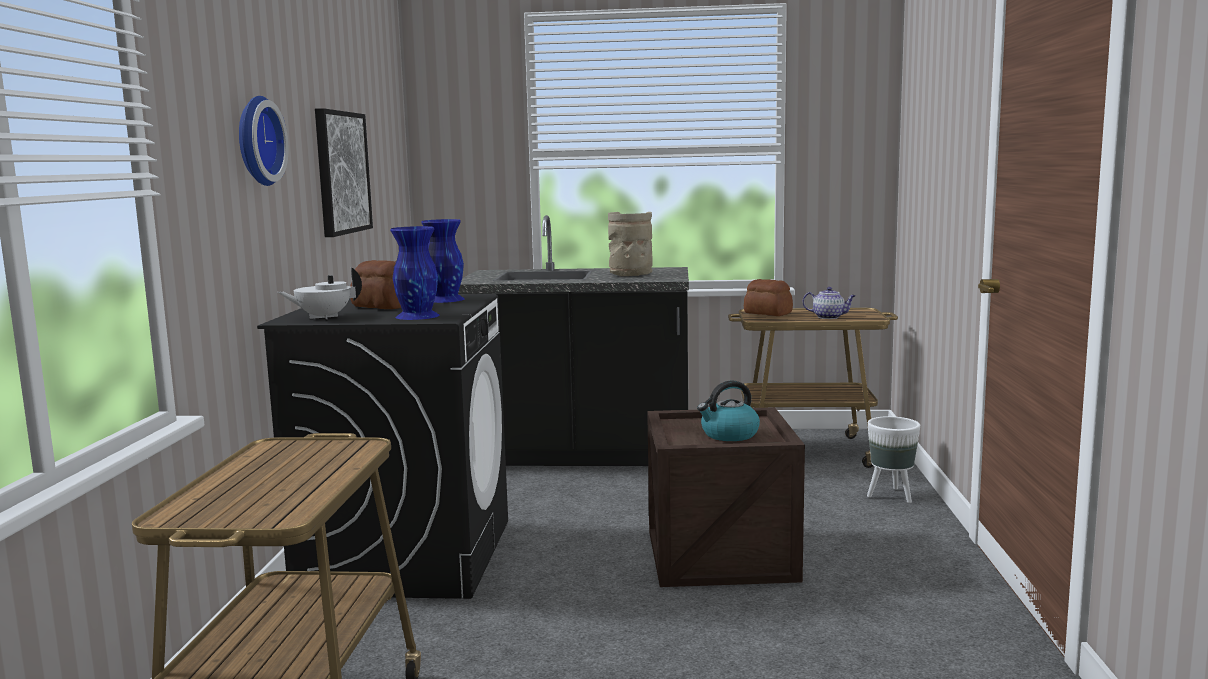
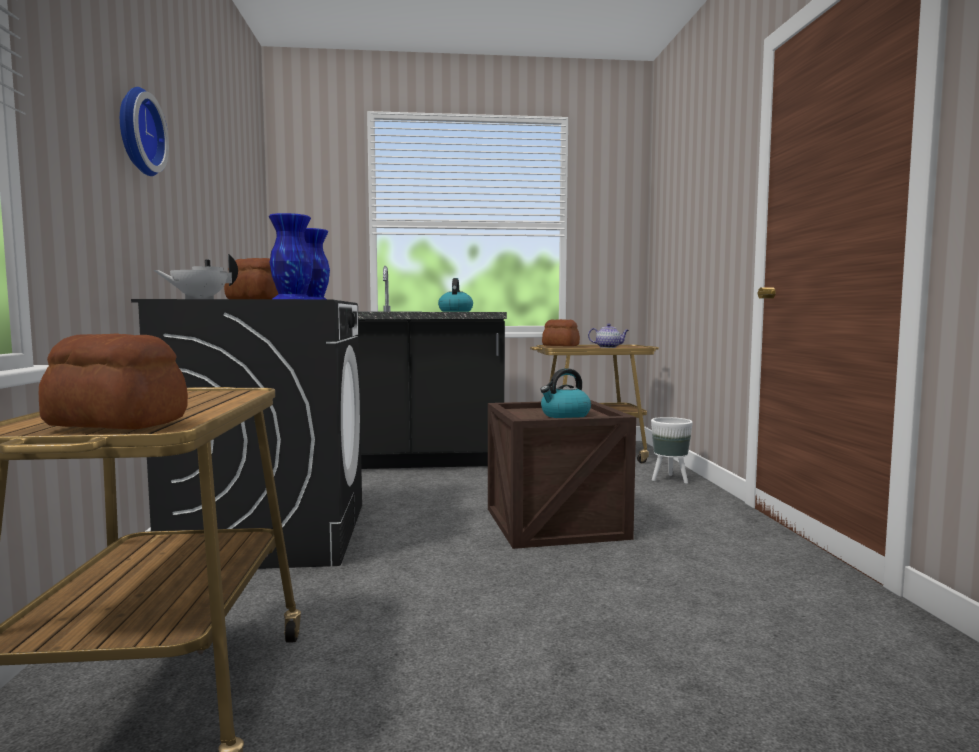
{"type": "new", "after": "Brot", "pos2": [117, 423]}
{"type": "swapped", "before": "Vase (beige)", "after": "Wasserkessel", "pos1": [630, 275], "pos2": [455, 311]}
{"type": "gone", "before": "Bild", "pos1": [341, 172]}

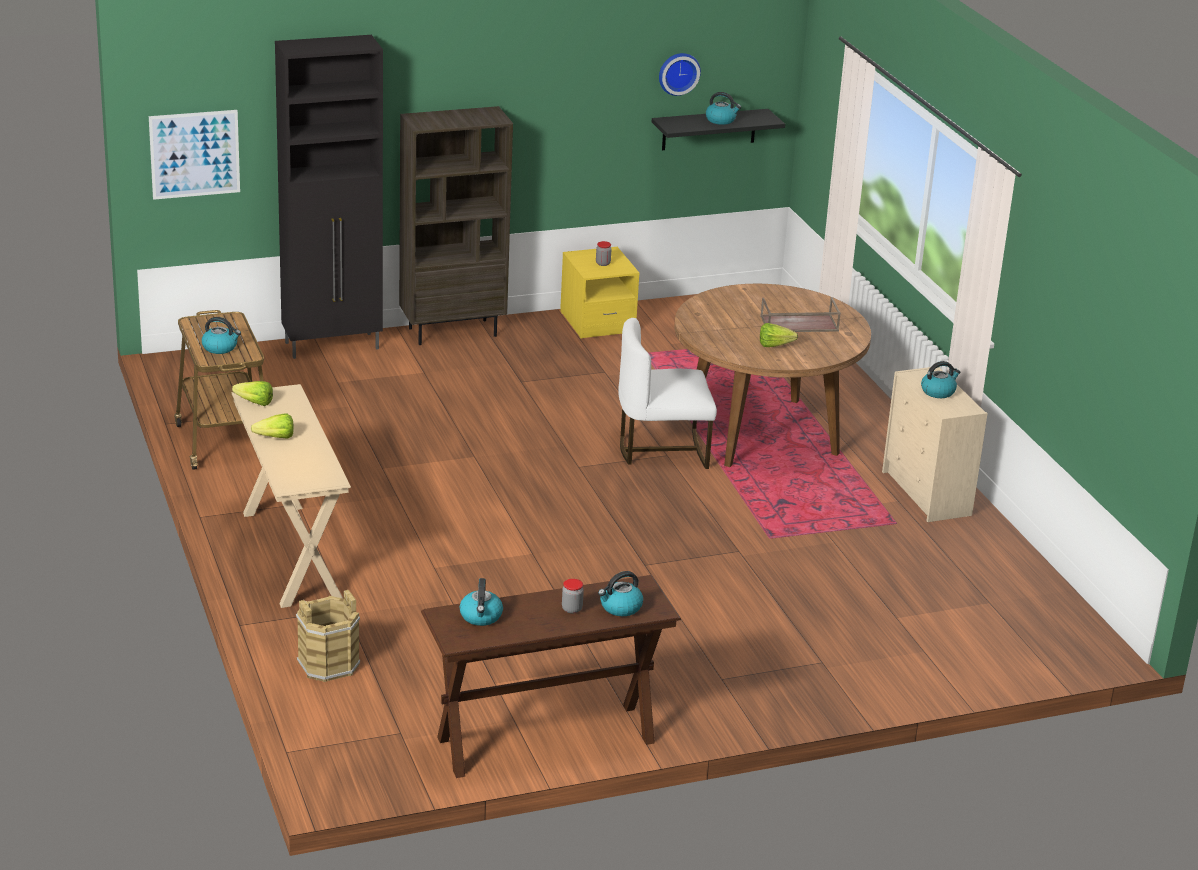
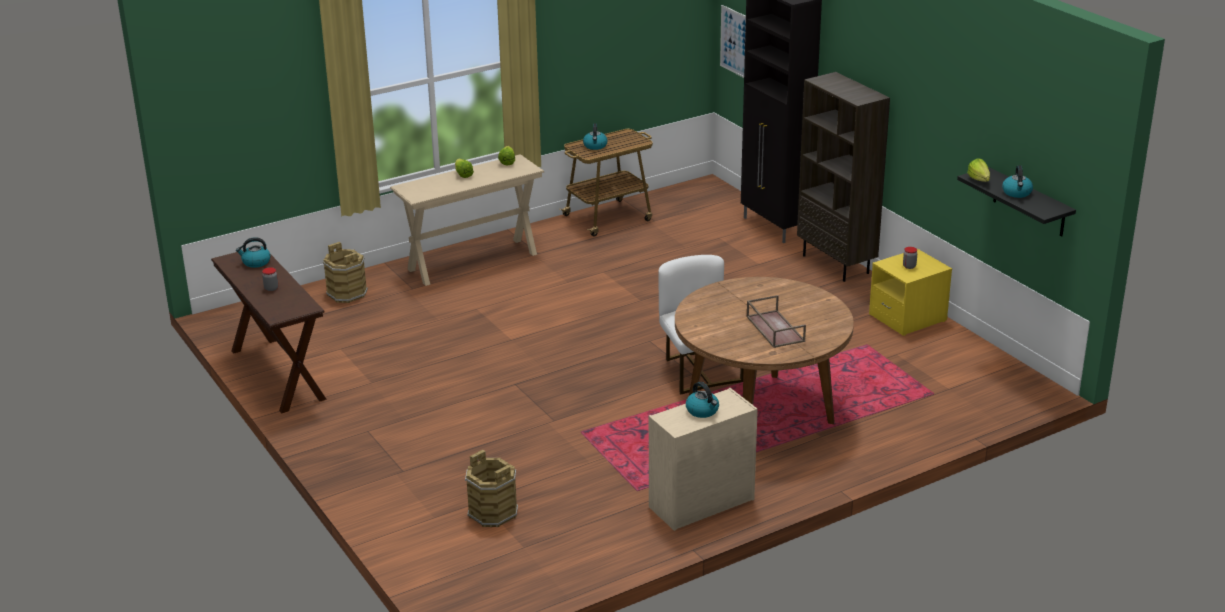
{"type": "new", "after": "Eimer (braun)", "pos2": [492, 513]}
{"type": "shifted", "before": "Salatkopf", "pos1": [778, 346], "pos2": [979, 181]}
{"type": "gone", "before": "Wasserkessel", "pos1": [620, 607]}
{"type": "gone", "before": "Wanduhr", "pos1": [678, 73]}

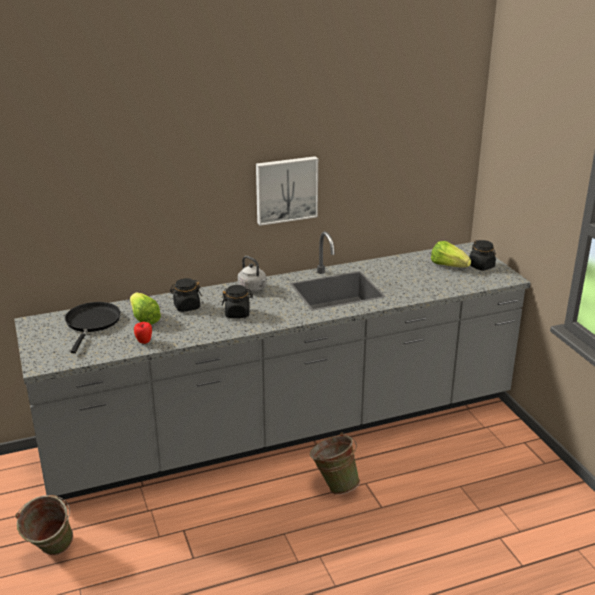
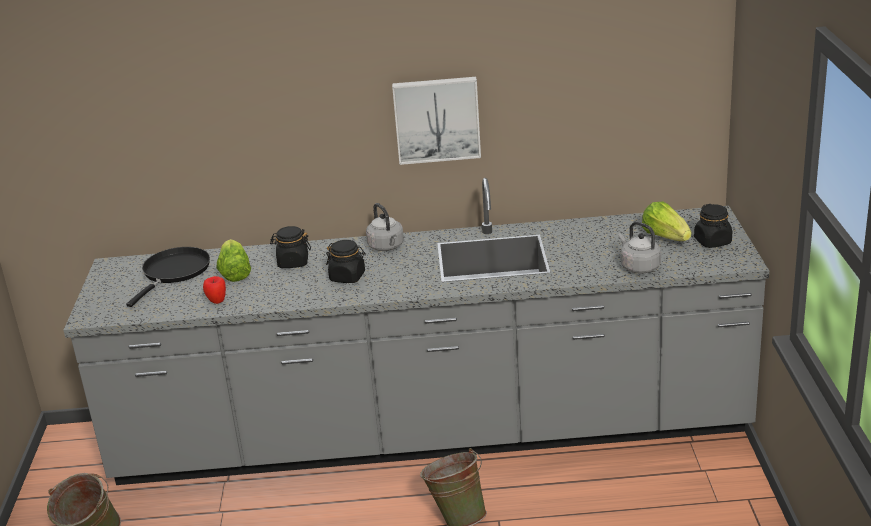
{"type": "new", "after": "Wasserkessel (grau)", "pos2": [638, 267]}

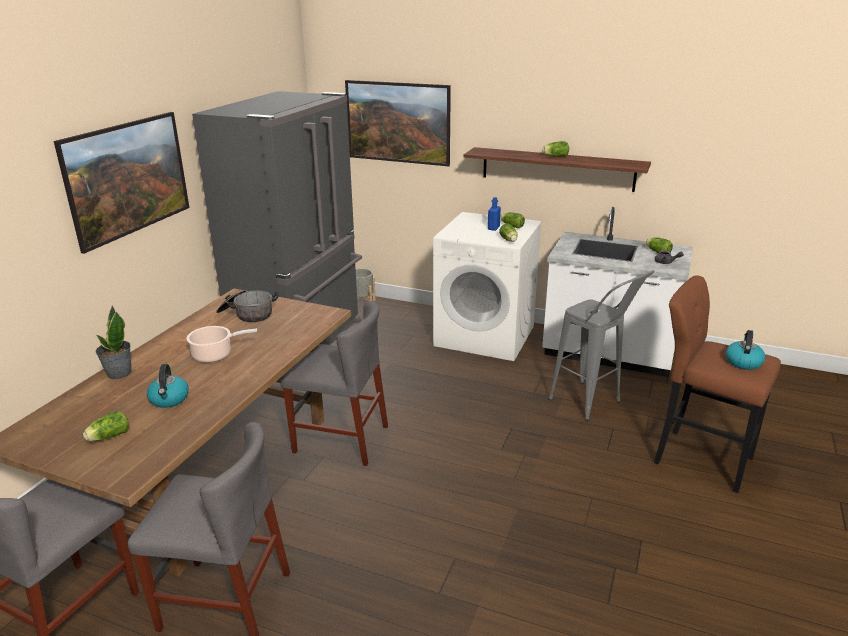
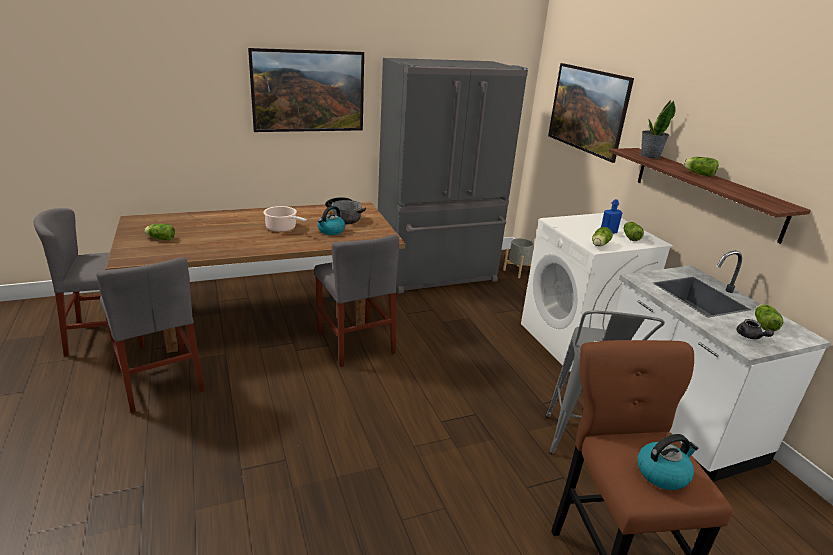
{"type": "shifted", "before": "Wasserkessel", "pos1": [169, 399], "pos2": [331, 231]}
{"type": "shifted", "before": "Topfpflanze", "pos1": [119, 373], "pos2": [649, 156]}

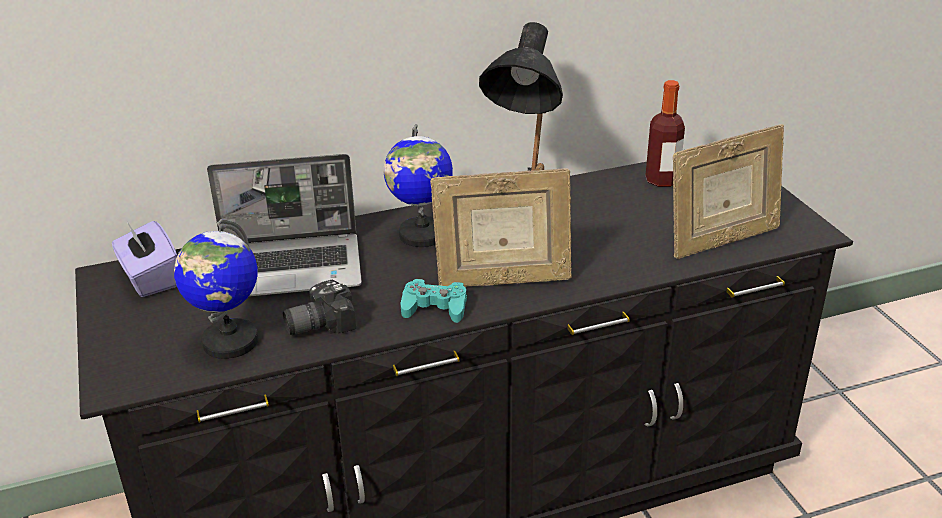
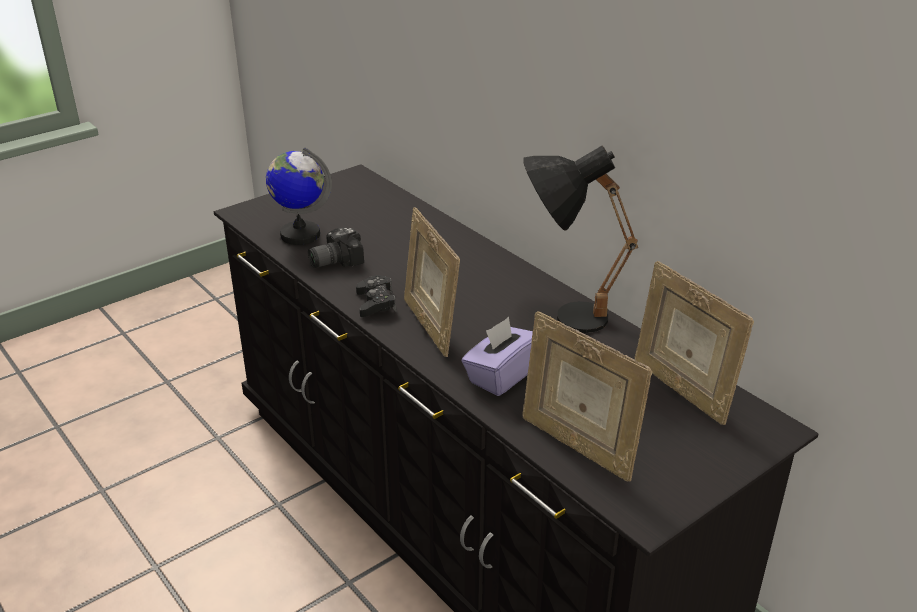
{"type": "rotated", "before": "Kamera", "pos1": [318, 323], "pos2": [333, 260], "turn": -75}
{"type": "repainted", "before": "Gamepad (türkis)", "after": "Gamepad (schwarz)", "pos1": [435, 307], "pos2": [376, 303]}
{"type": "shifted", "before": "Taschentuchbox (lila)", "pos1": [150, 278], "pos2": [502, 375]}
{"type": "swapped", "before": "Flasche", "after": "Bilderrahmen", "pos1": [661, 180], "pos2": [681, 390]}
{"type": "gone", "before": "Laptop", "pos1": [292, 268]}
{"type": "gone", "before": "Globus", "pos1": [422, 235]}

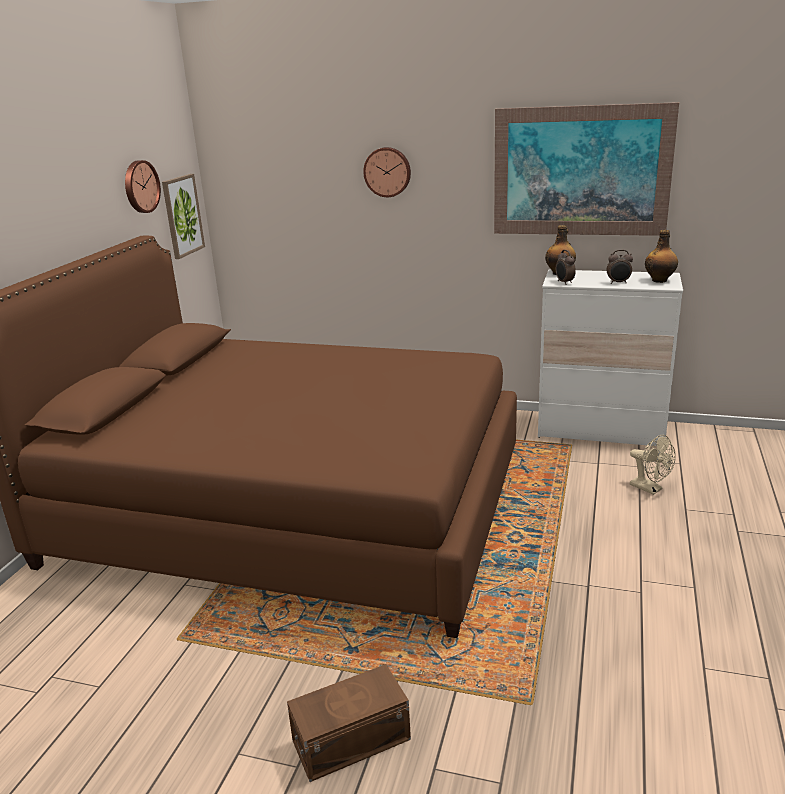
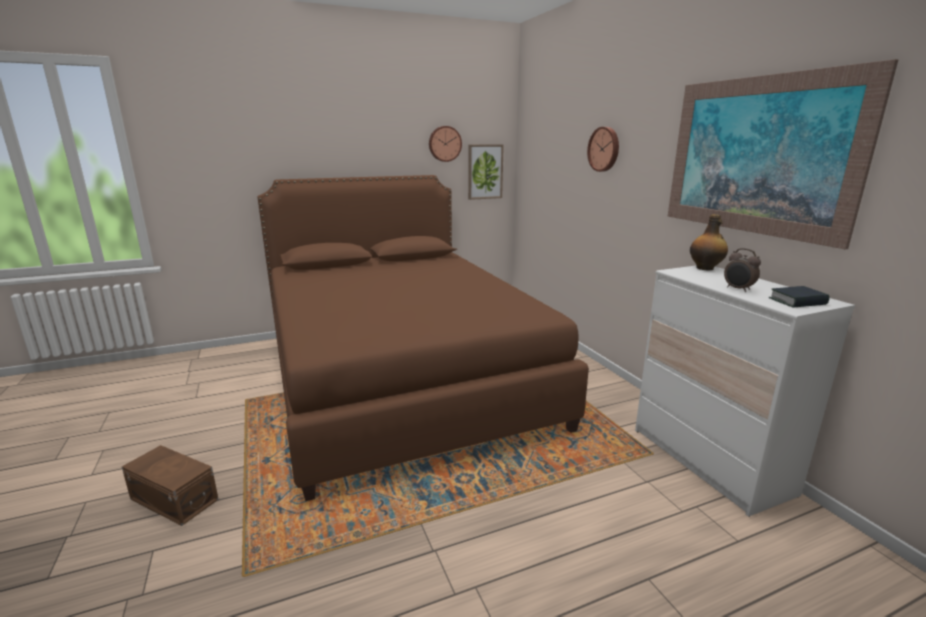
{"type": "swapped", "before": "Flasche", "after": "Buch", "pos1": [660, 280], "pos2": [797, 301]}
{"type": "gone", "before": "Wecker", "pos1": [564, 282]}
{"type": "gone", "before": "Ventilator (beige)", "pos1": [650, 489]}

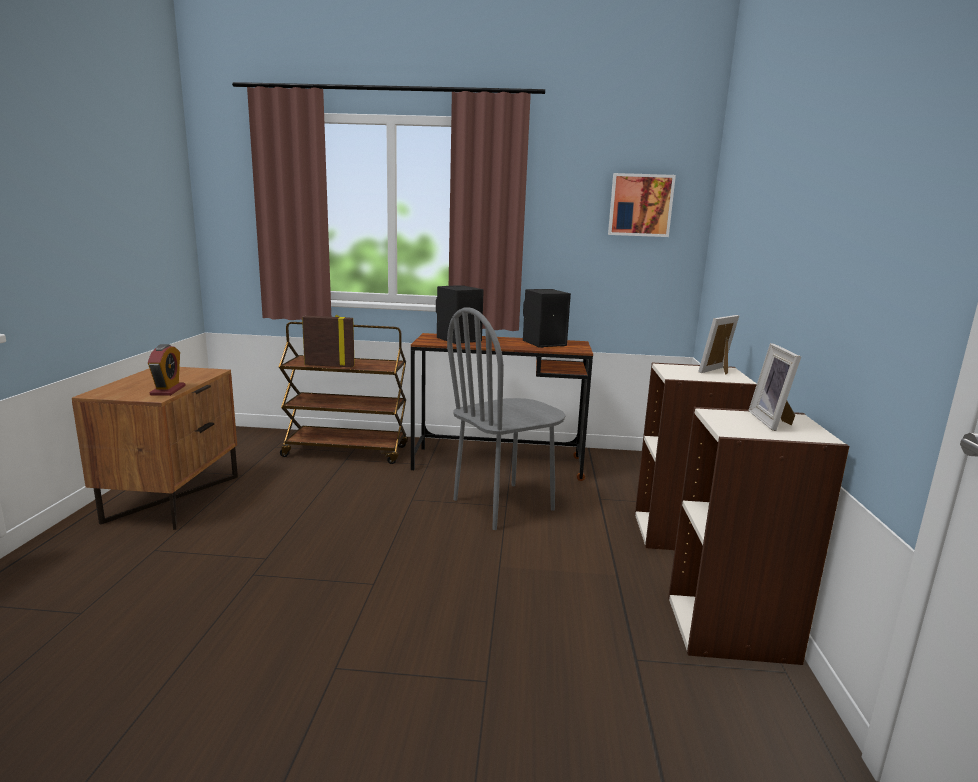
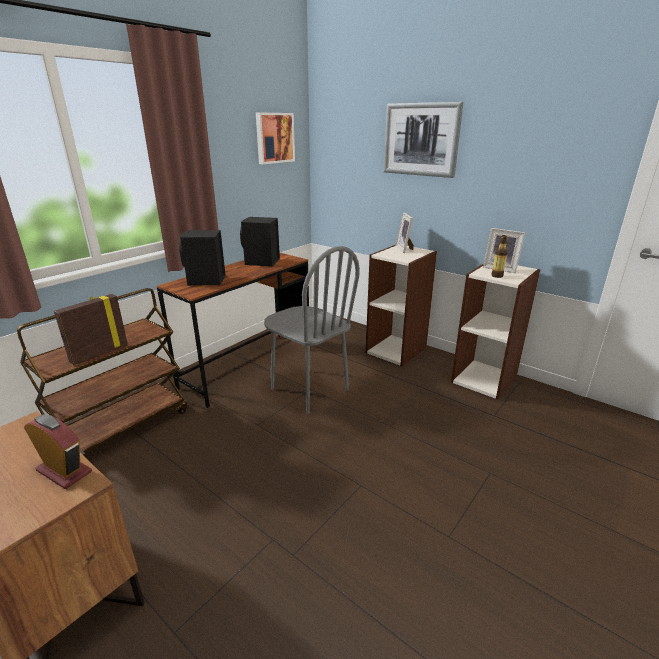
{"type": "rotated", "before": "Stuhl (grau)", "pos1": [503, 505], "pos2": [309, 389], "turn": -45}
{"type": "new", "after": "Bild", "pos2": [421, 139]}
{"type": "new", "after": "Flasche", "pos2": [497, 276]}

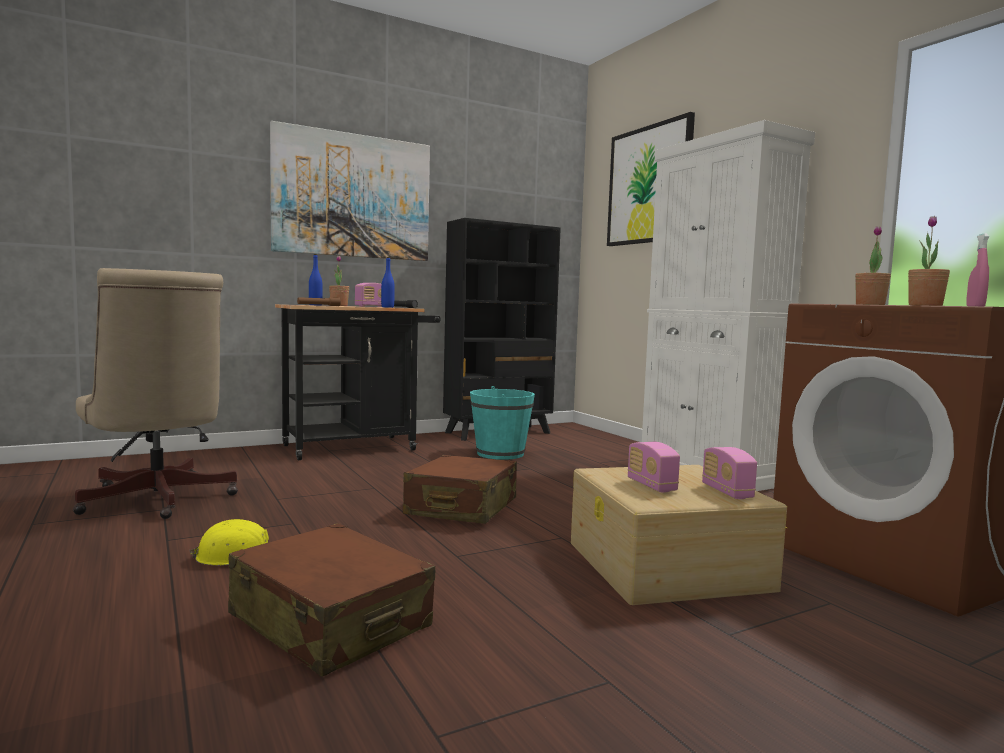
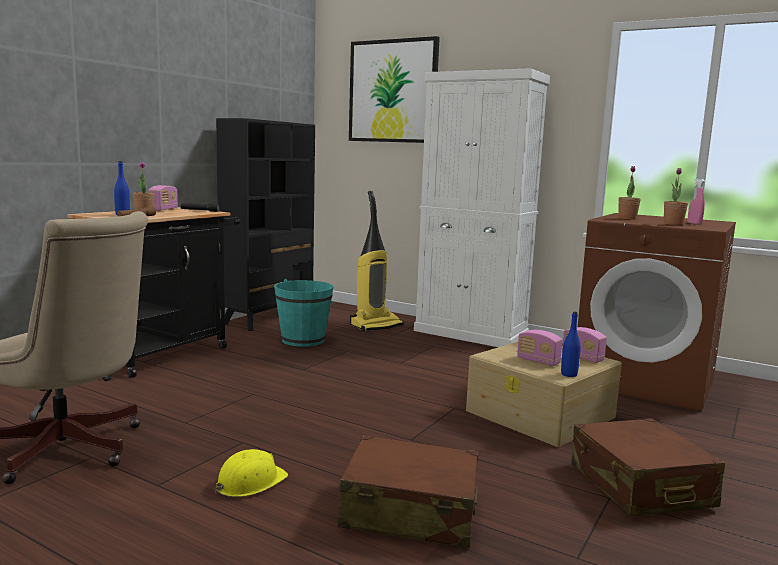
{"type": "new", "after": "Staubsauger", "pos2": [376, 325]}
{"type": "shifted", "before": "Flasche (blau)", "pos1": [387, 307], "pos2": [569, 374]}
{"type": "shifted", "before": "Koffer (braun)", "pos1": [461, 507], "pos2": [640, 486]}
{"type": "gone", "before": "Bild", "pos1": [353, 196]}

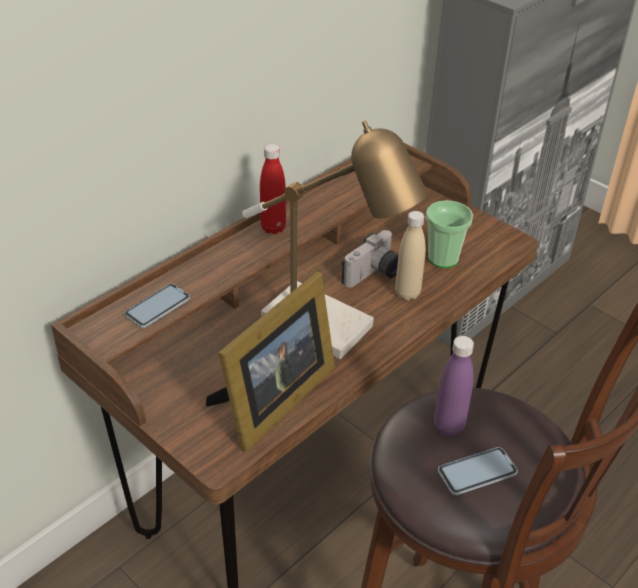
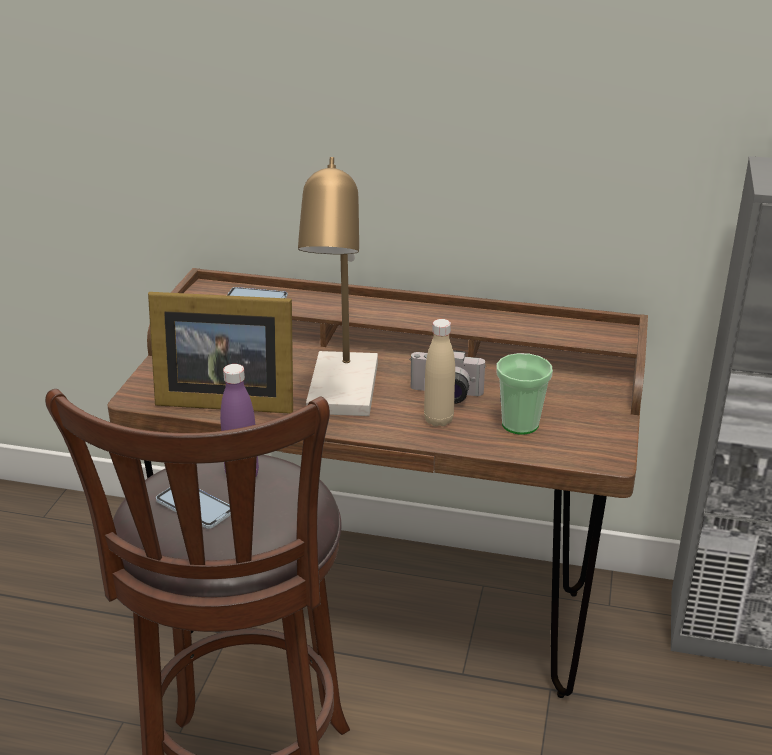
{"type": "gone", "before": "Flasche (rot)", "pos1": [273, 228]}

